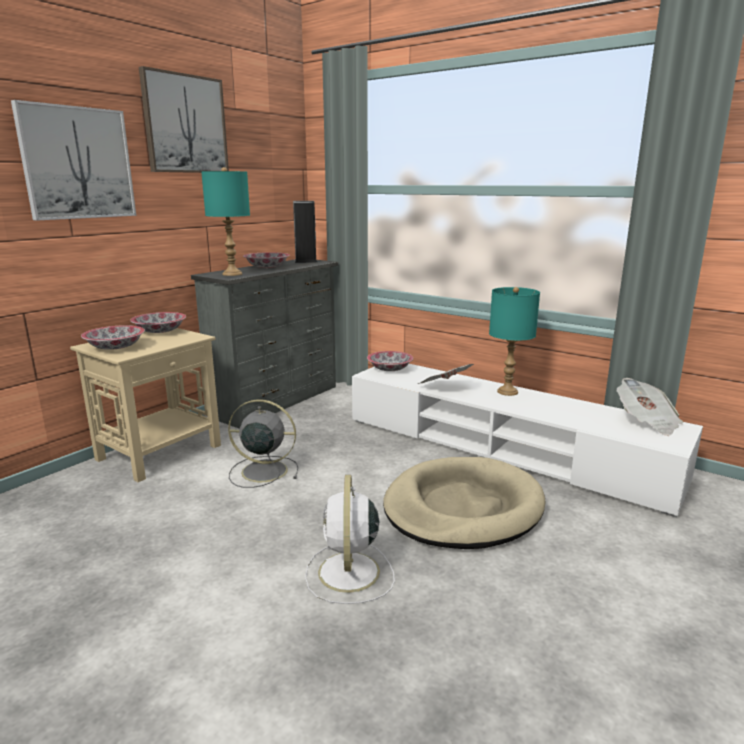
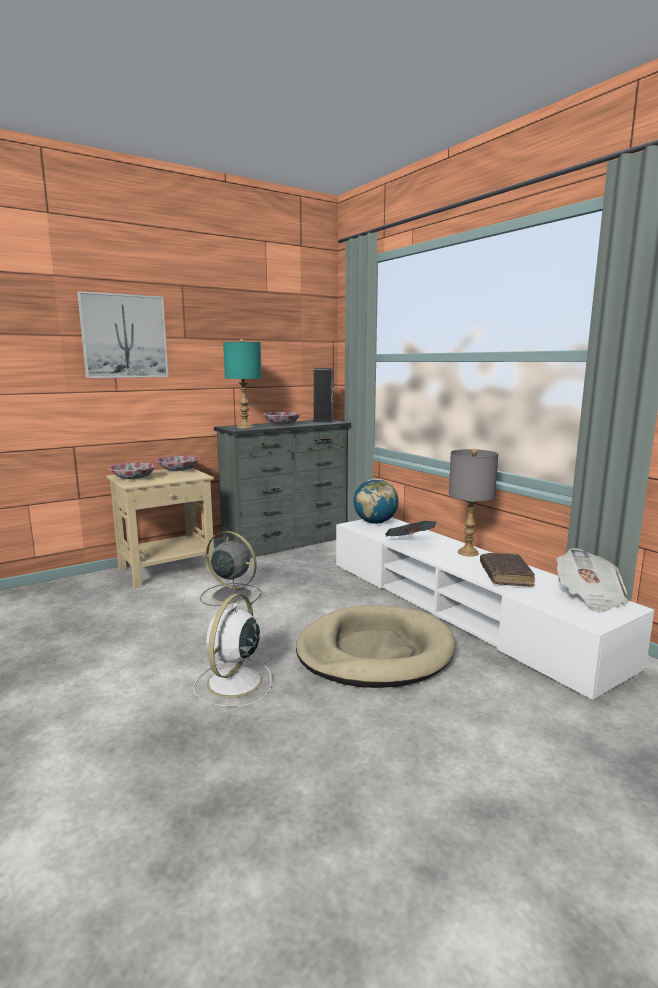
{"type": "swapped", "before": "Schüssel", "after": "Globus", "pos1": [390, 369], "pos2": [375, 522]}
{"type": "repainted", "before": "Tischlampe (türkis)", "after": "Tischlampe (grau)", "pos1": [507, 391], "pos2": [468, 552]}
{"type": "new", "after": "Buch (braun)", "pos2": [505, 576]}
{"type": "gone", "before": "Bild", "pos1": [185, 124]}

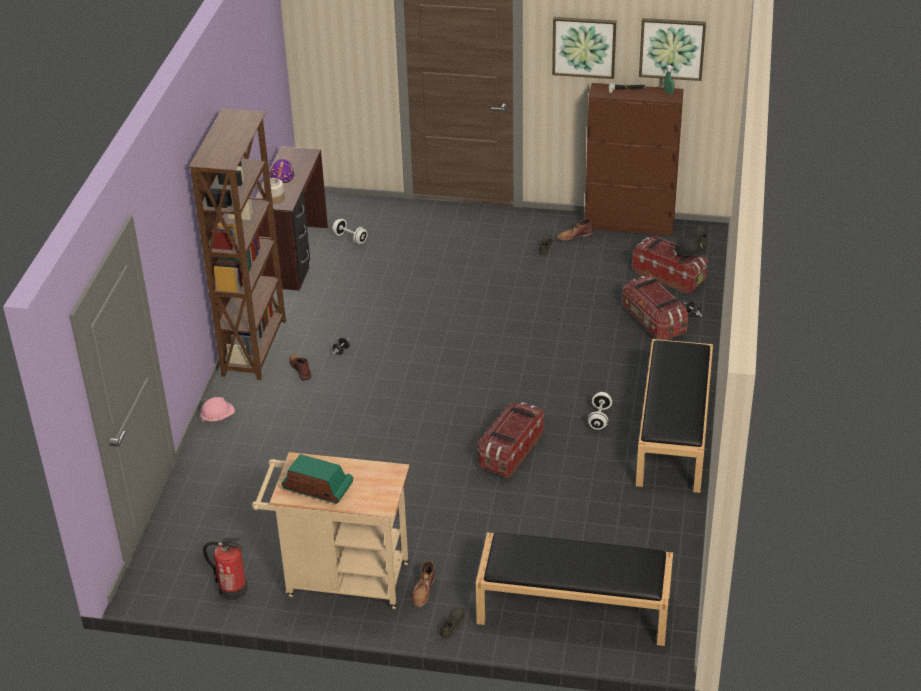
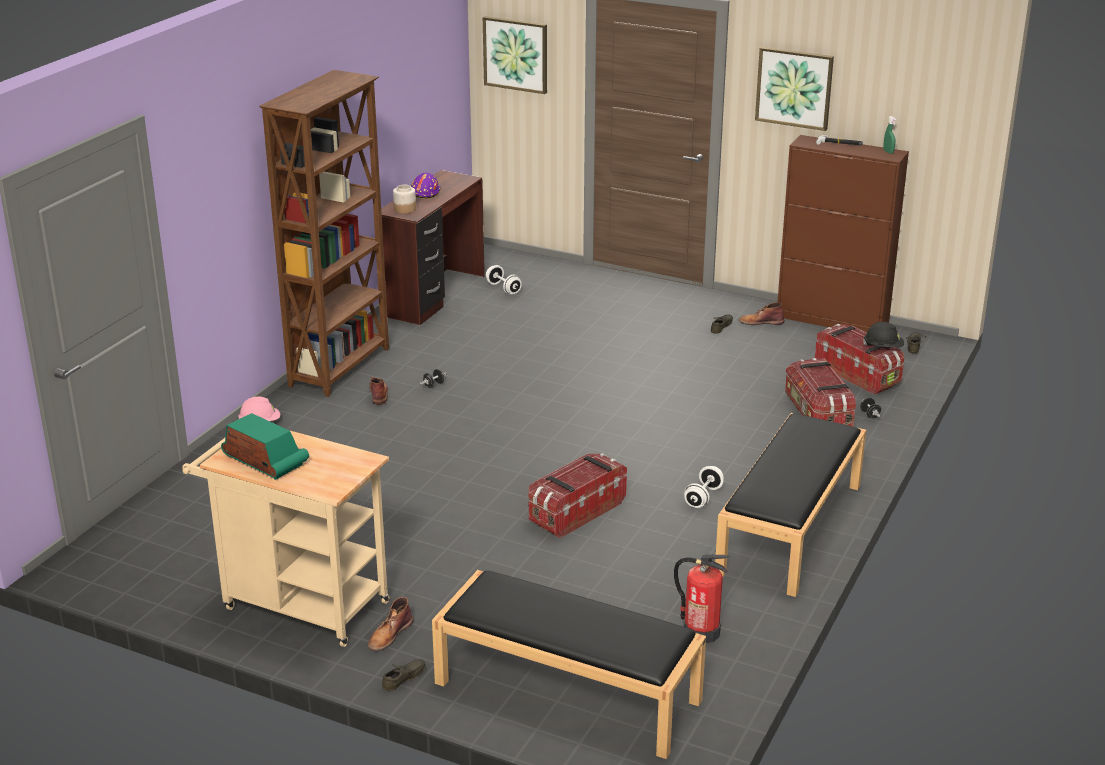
{"type": "shifted", "before": "Bild", "pos1": [672, 48], "pos2": [516, 54]}
{"type": "shifted", "before": "Feuerlöscher", "pos1": [232, 589], "pos2": [700, 631]}

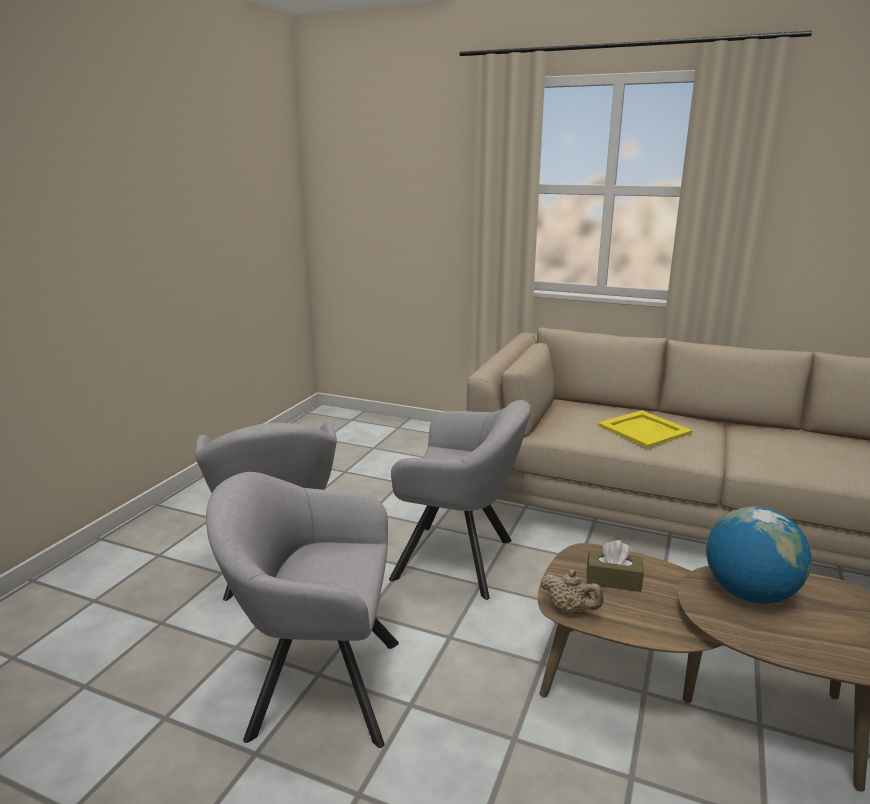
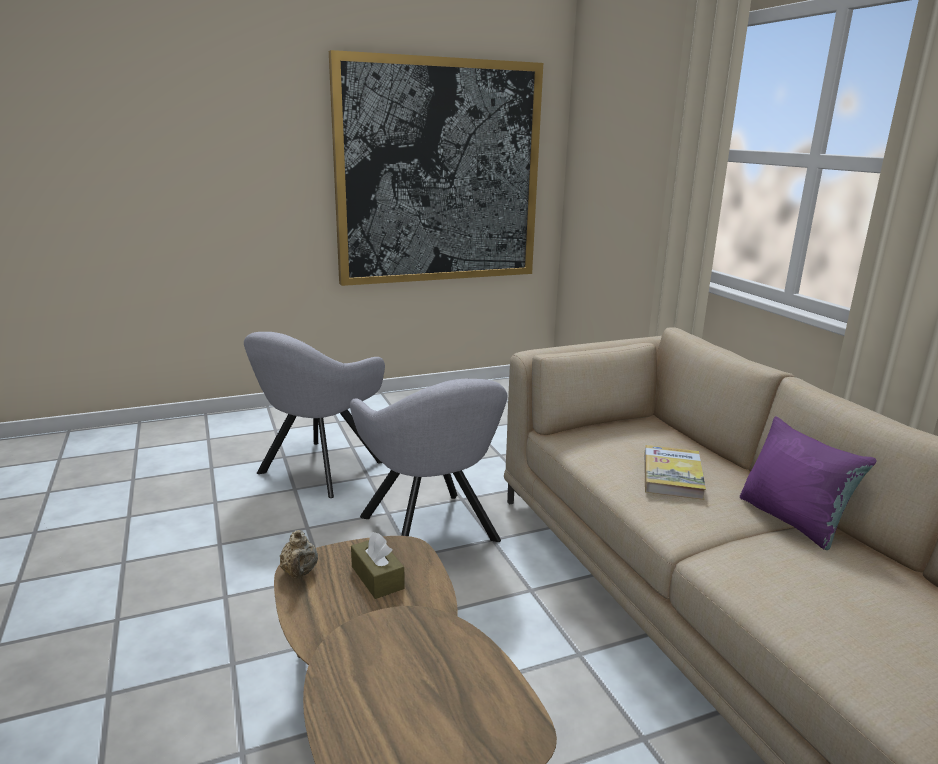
{"type": "new", "after": "Bild", "pos2": [438, 173]}
{"type": "swapped", "before": "Tablett (gelb)", "after": "Buch", "pos1": [644, 429], "pos2": [672, 475]}
{"type": "new", "after": "Kissen (lila)", "pos2": [792, 520]}
{"type": "gone", "before": "Sessel (grau)", "pos1": [316, 686]}
{"type": "gone", "before": "Globus", "pos1": [749, 593]}

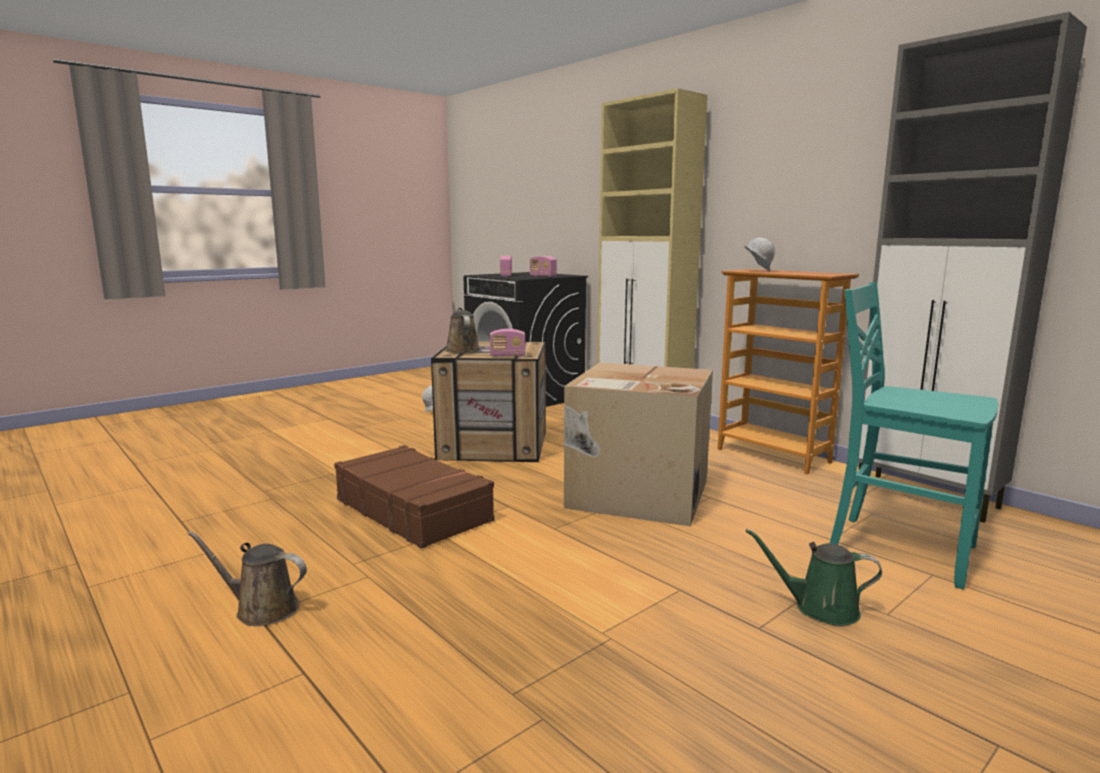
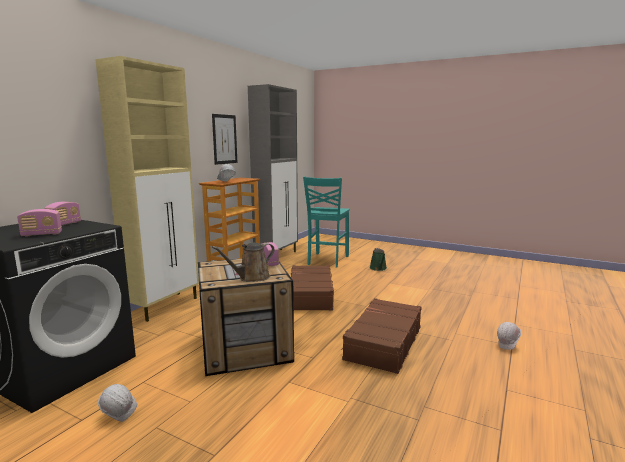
{"type": "new", "after": "Bild", "pos2": [224, 139]}
{"type": "swapped", "before": "Karton", "after": "Koffer (braun)", "pos1": [636, 494], "pos2": [310, 295]}
{"type": "swapped", "before": "Gießkanne (braun)", "after": "Schutzhelm (weiß)", "pos1": [262, 609], "pos2": [508, 346]}

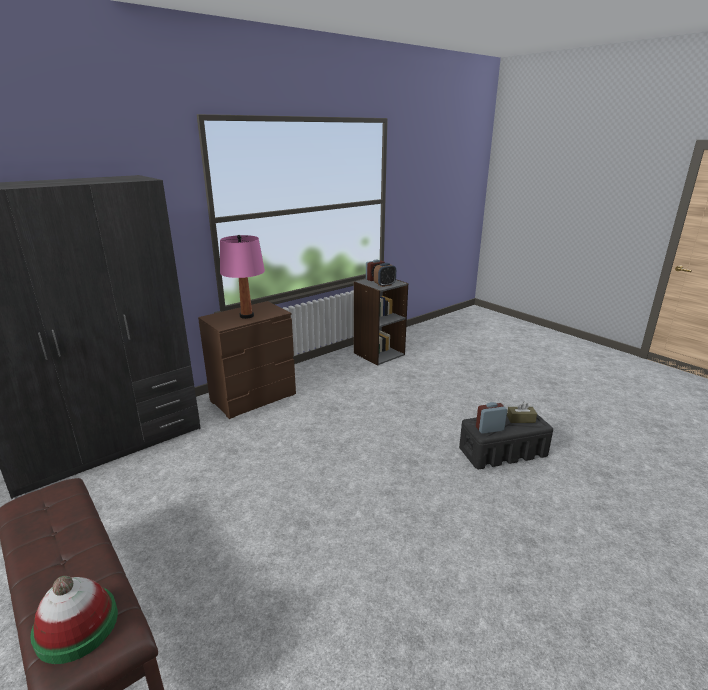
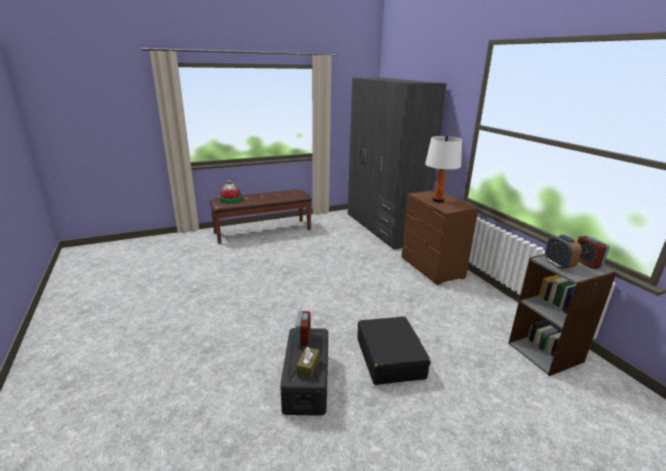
{"type": "new", "after": "Koffer (schwarz)", "pos2": [390, 358]}
{"type": "repainted", "before": "Tischlampe (rosa)", "after": "Tischlampe (weiß)", "pos1": [247, 316], "pos2": [438, 200]}

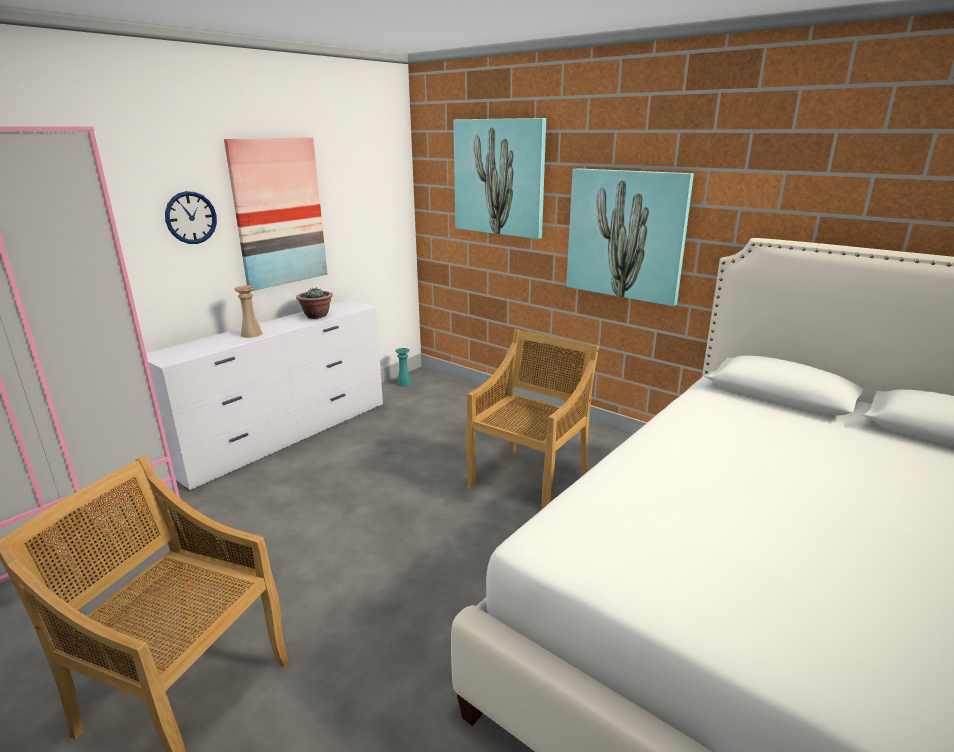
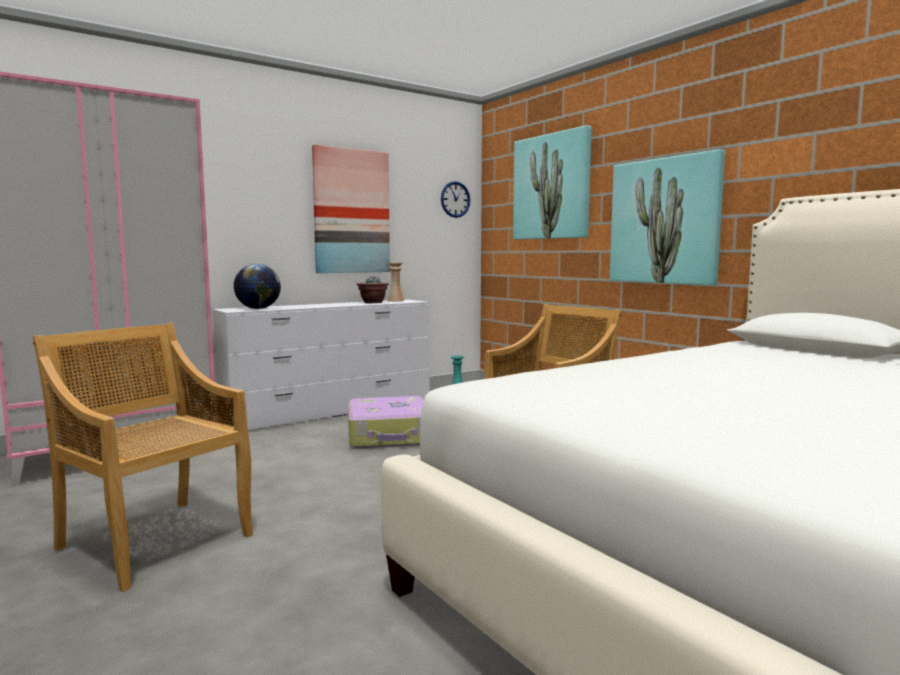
{"type": "new", "after": "Globus", "pos2": [258, 308]}
{"type": "new", "after": "Koffer", "pos2": [390, 436]}
{"type": "shifted", "before": "Vase (beige)", "pos1": [251, 334], "pos2": [395, 301]}
{"type": "shifted", "before": "Wanduhr", "pos1": [191, 217], "pos2": [455, 199]}

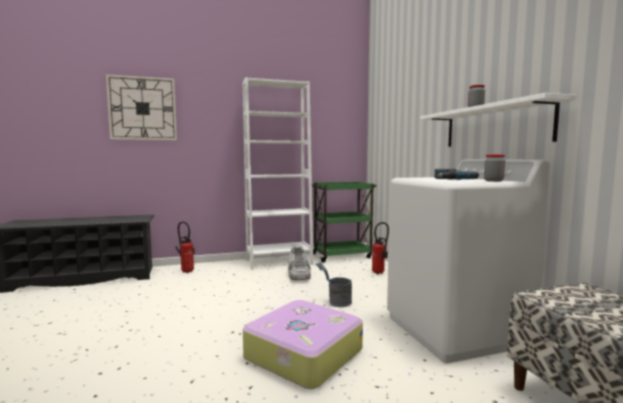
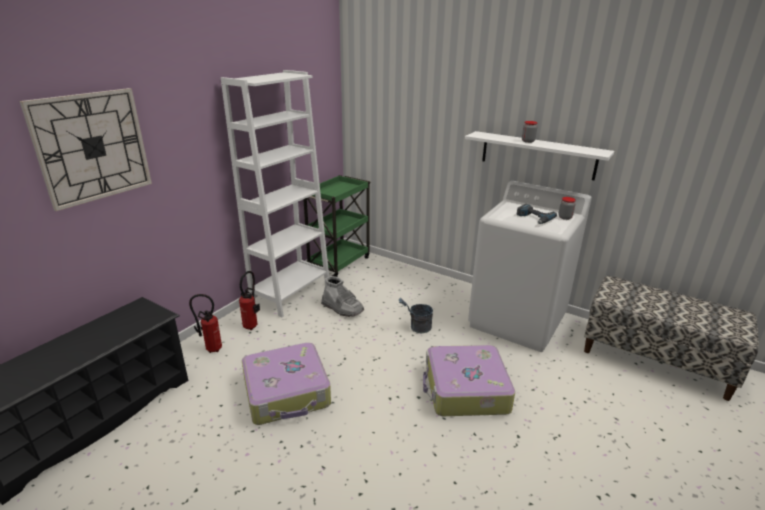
{"type": "shifted", "before": "Feuerlöscher", "pos1": [380, 273], "pos2": [252, 326]}
{"type": "new", "after": "Koffer", "pos2": [287, 392]}

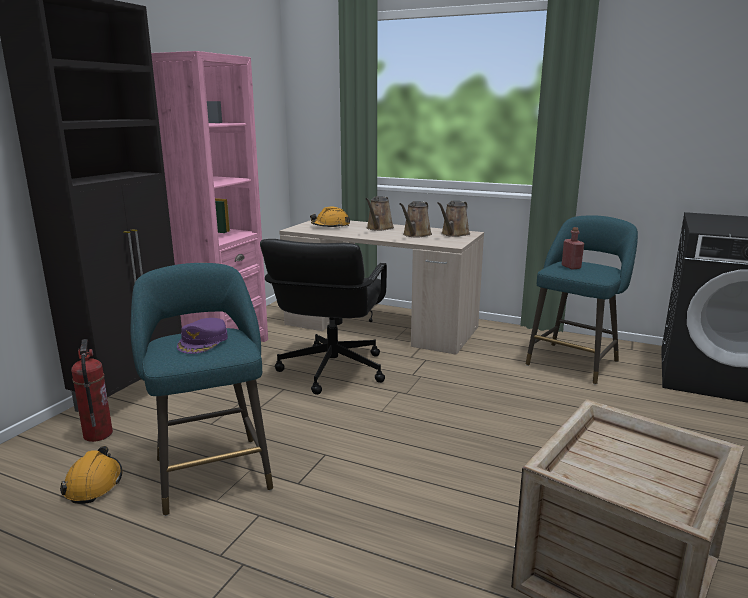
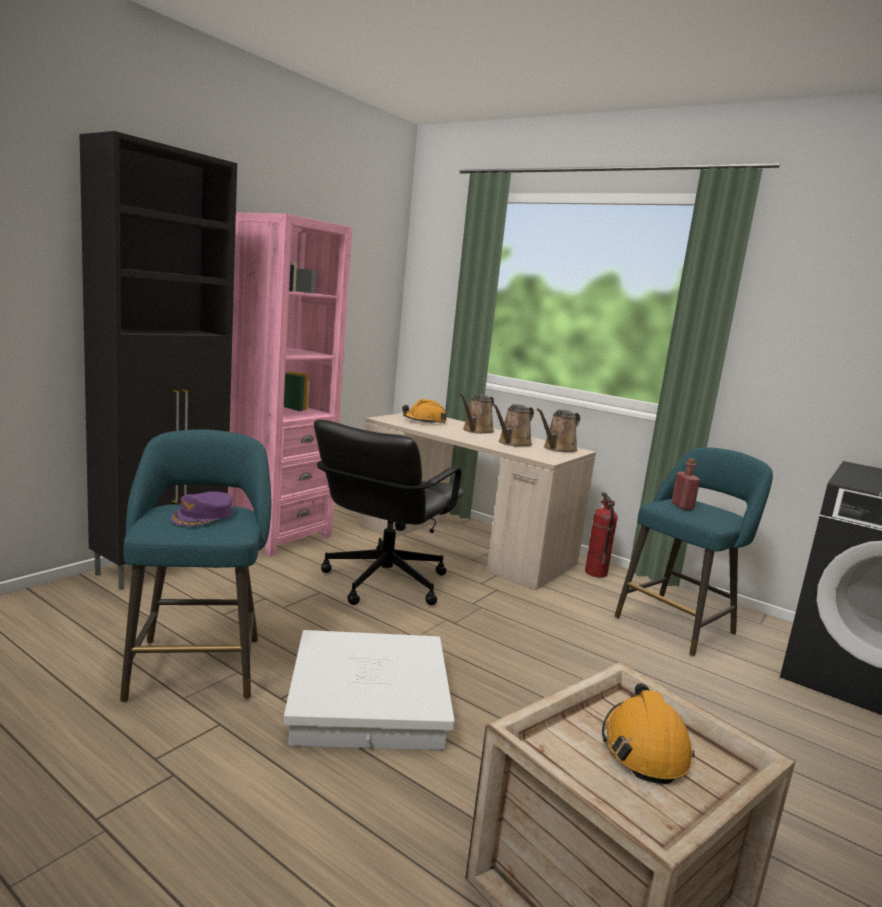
{"type": "new", "after": "Aufbewahrungsbox (weiß)", "pos2": [369, 701]}
{"type": "shifted", "before": "Feuerlöscher", "pos1": [97, 434], "pos2": [595, 573]}
{"type": "shifted", "before": "Schutzhelm (orange)", "pos1": [94, 484], "pos2": [644, 747]}

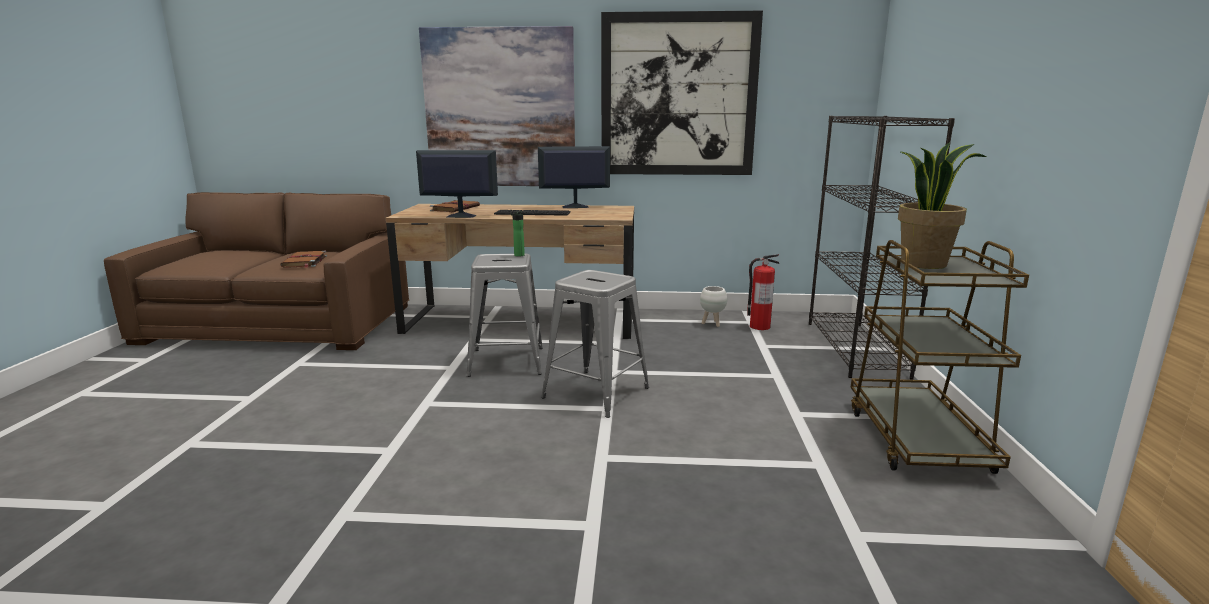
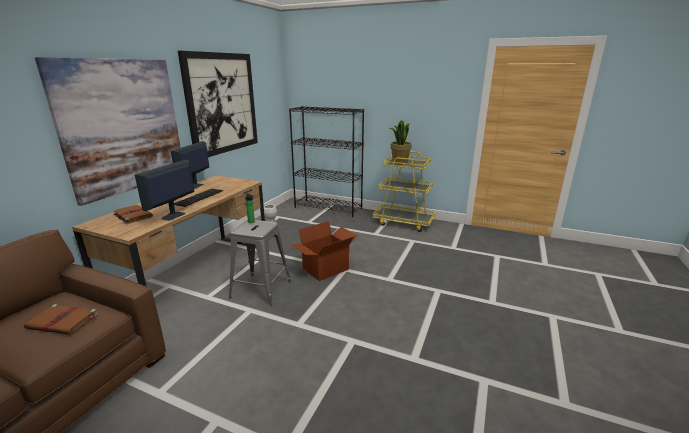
{"type": "swapped", "before": "Hocker (grau)", "after": "Karton", "pos1": [595, 393], "pos2": [326, 269]}
{"type": "repainted", "before": "Rollwagen (braun)", "after": "Rollwagen (gelb)", "pos1": [917, 439], "pos2": [403, 222]}
{"type": "gone", "before": "Feuerlöscher", "pos1": [759, 326]}

